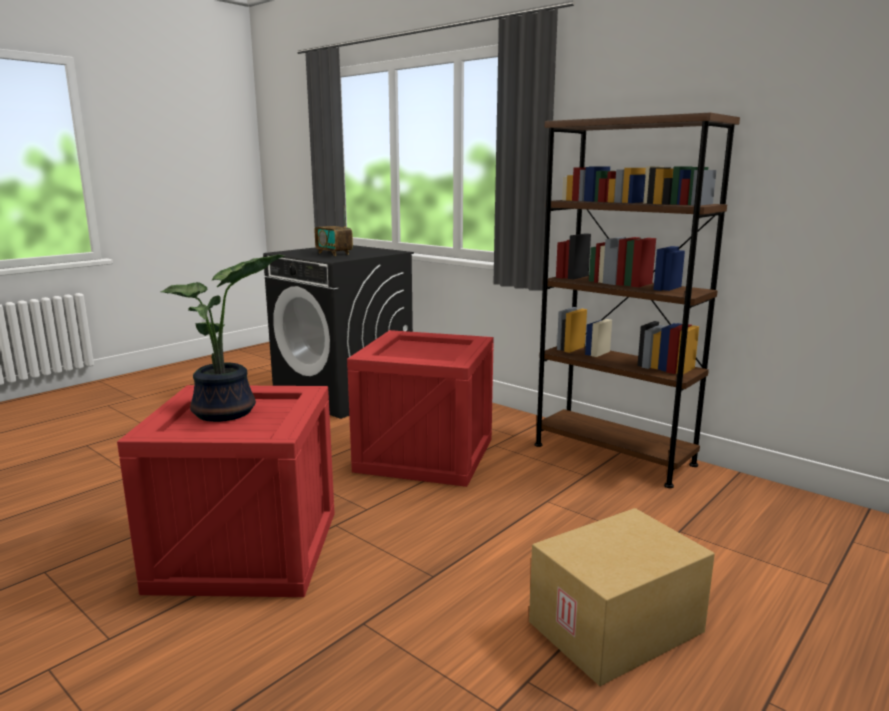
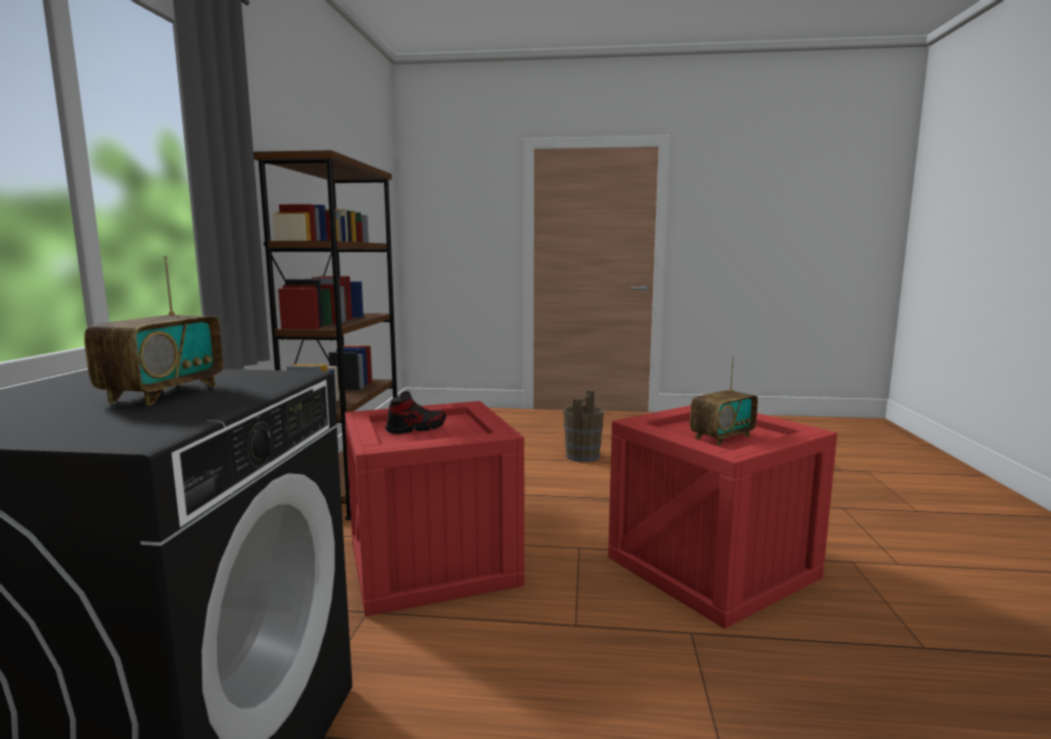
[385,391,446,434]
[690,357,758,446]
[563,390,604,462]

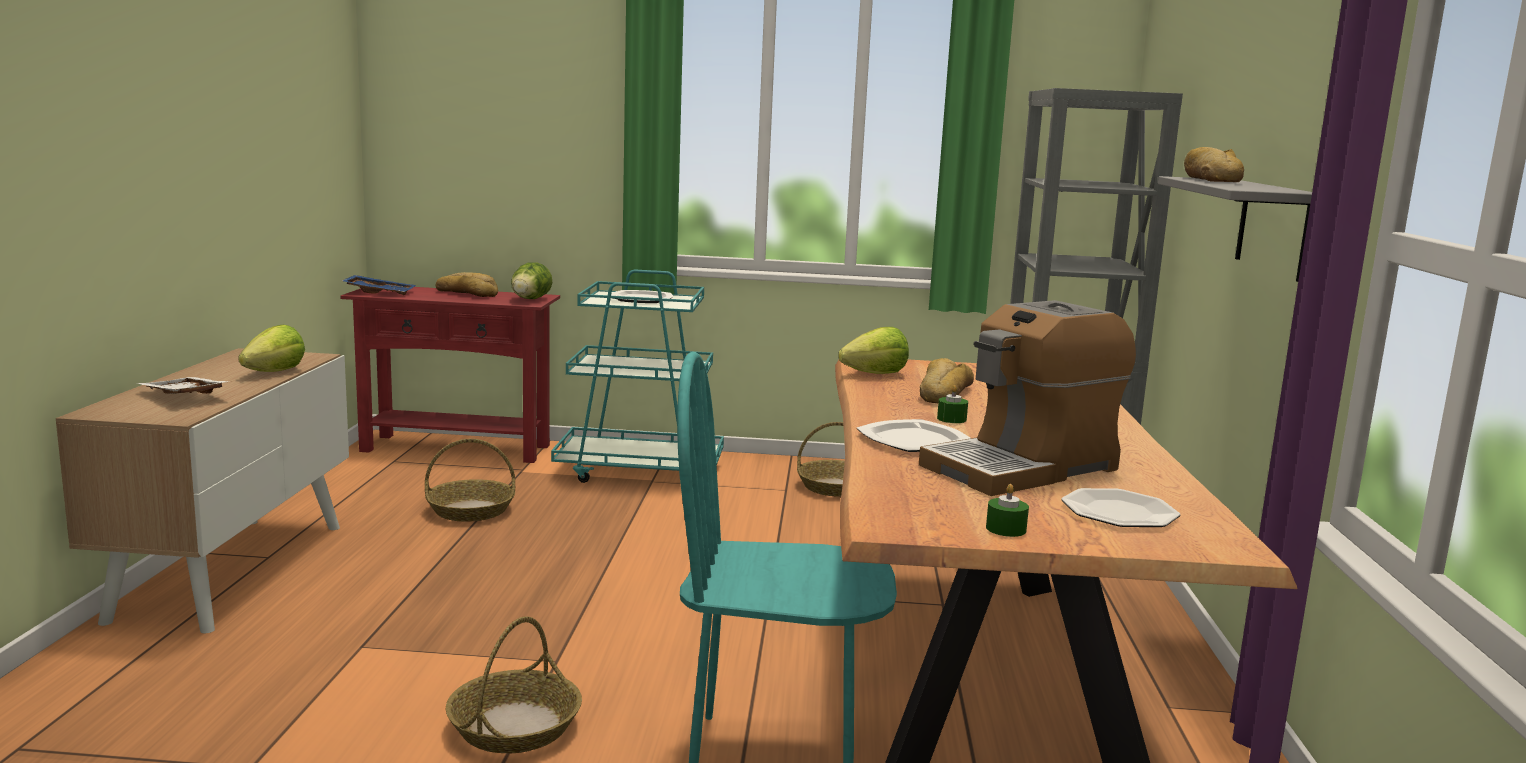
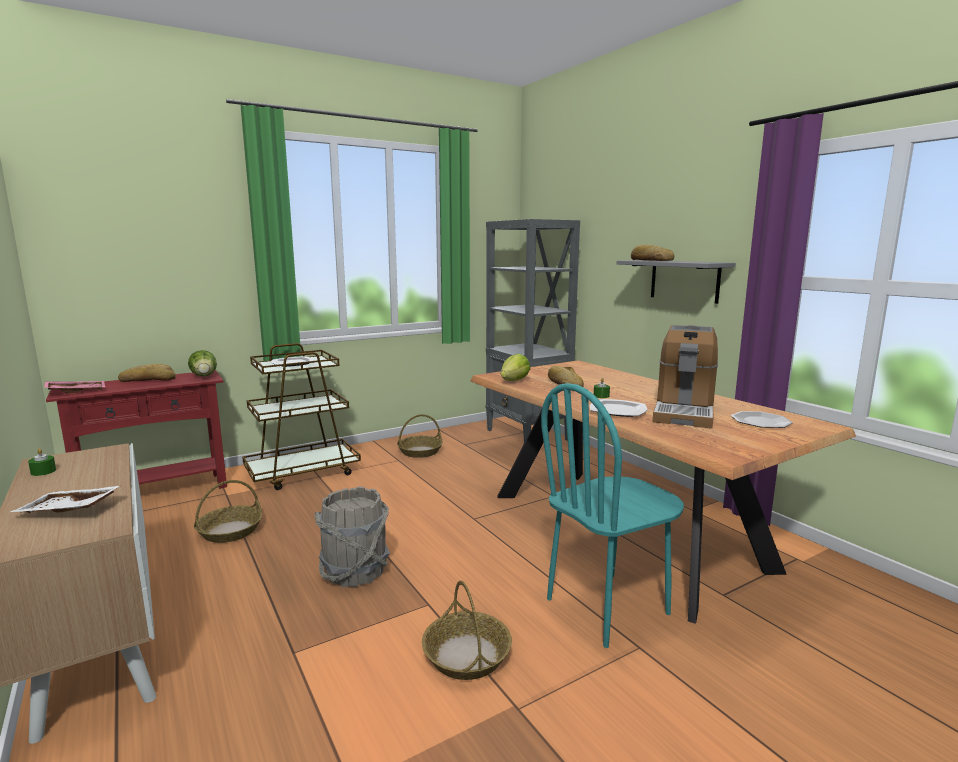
[238,325,305,372] (first image)
[314,486,390,587]
[28,448,56,476]
[44,381,105,393]
[242,343,361,490]

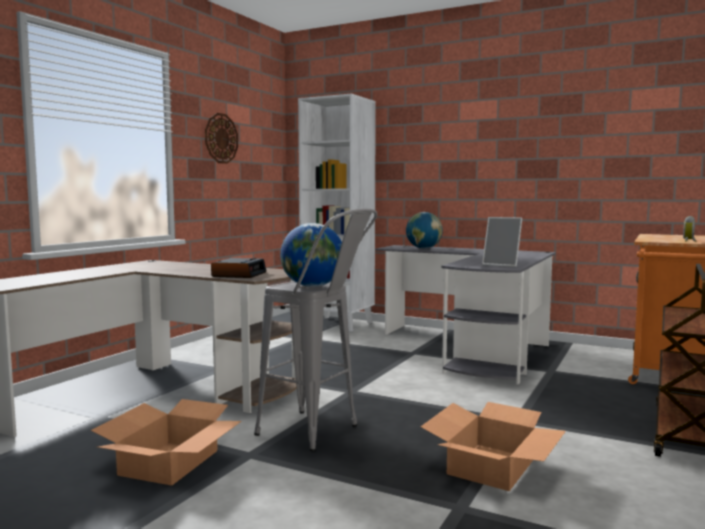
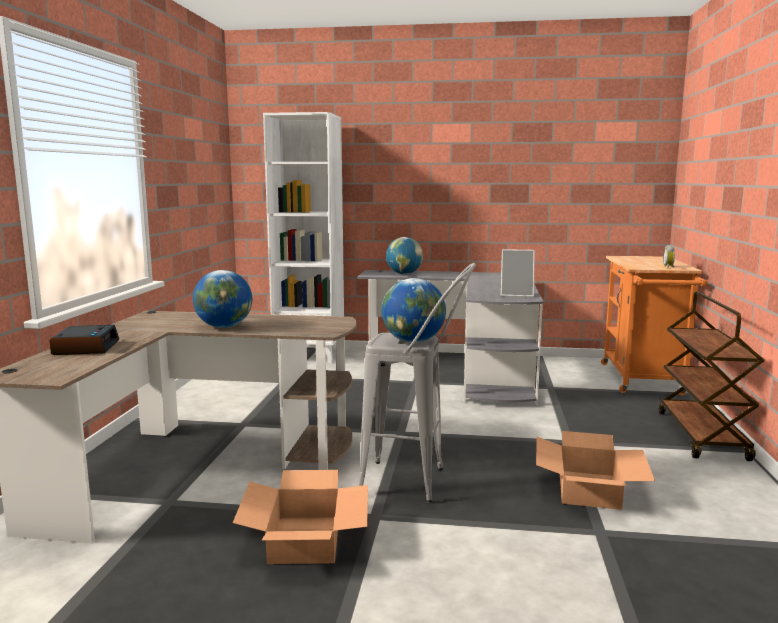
[205,113,238,164] (first image)
[193,270,252,328]
[49,325,119,355]

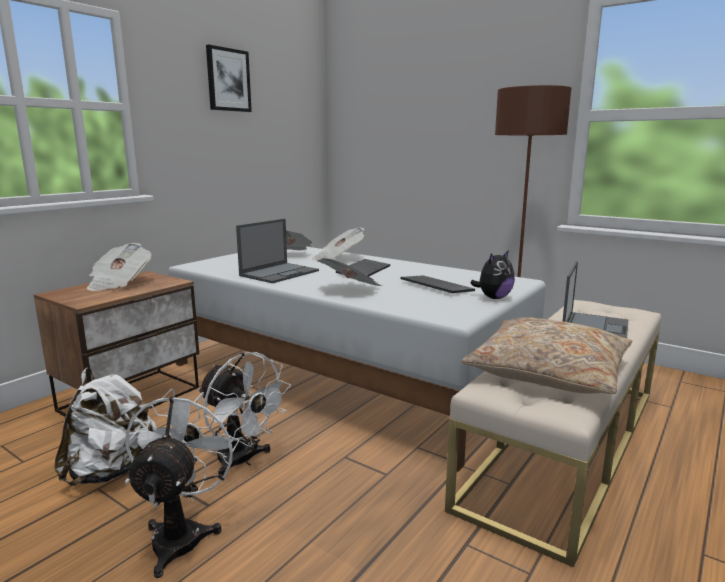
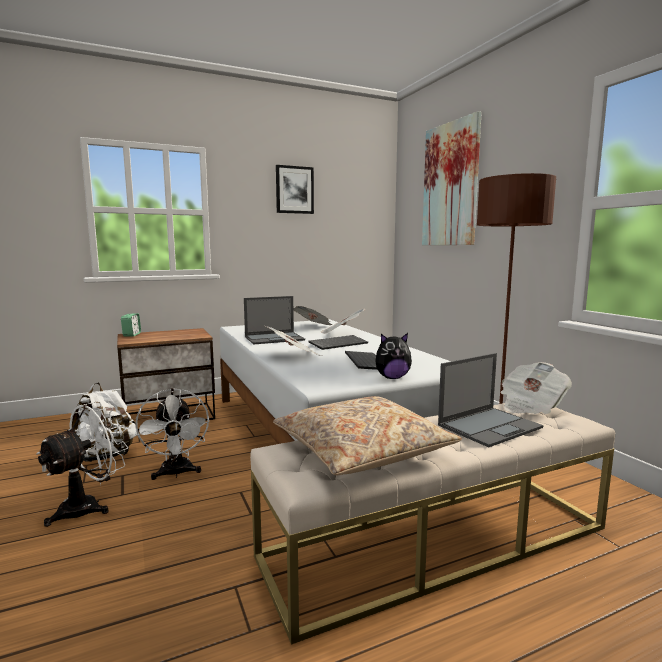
[121,313,141,337]
[422,111,482,245]
[500,362,572,414]

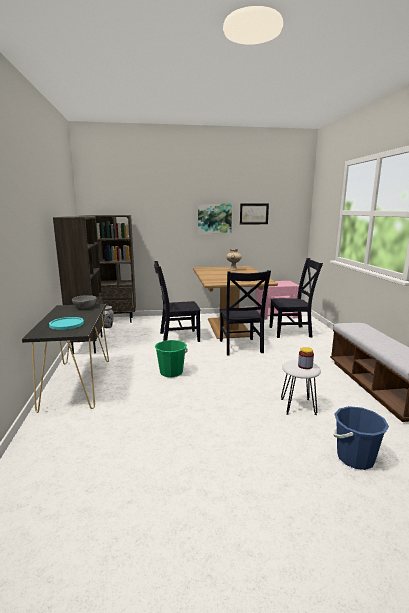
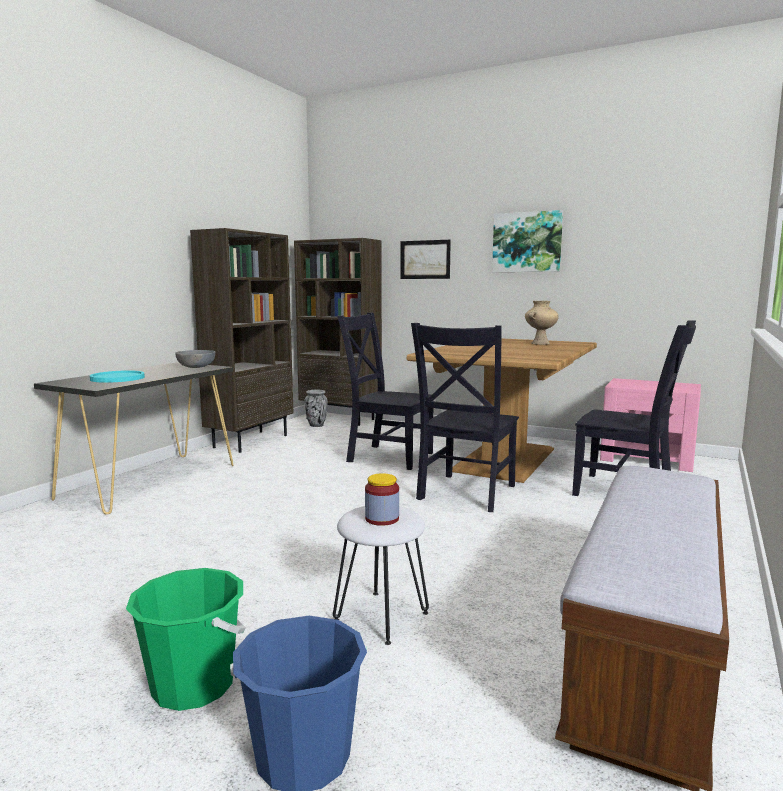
[126,568,246,711]
[400,240,451,279]

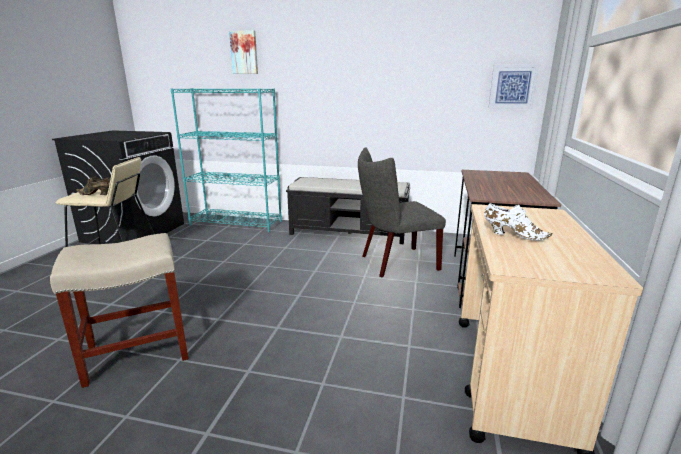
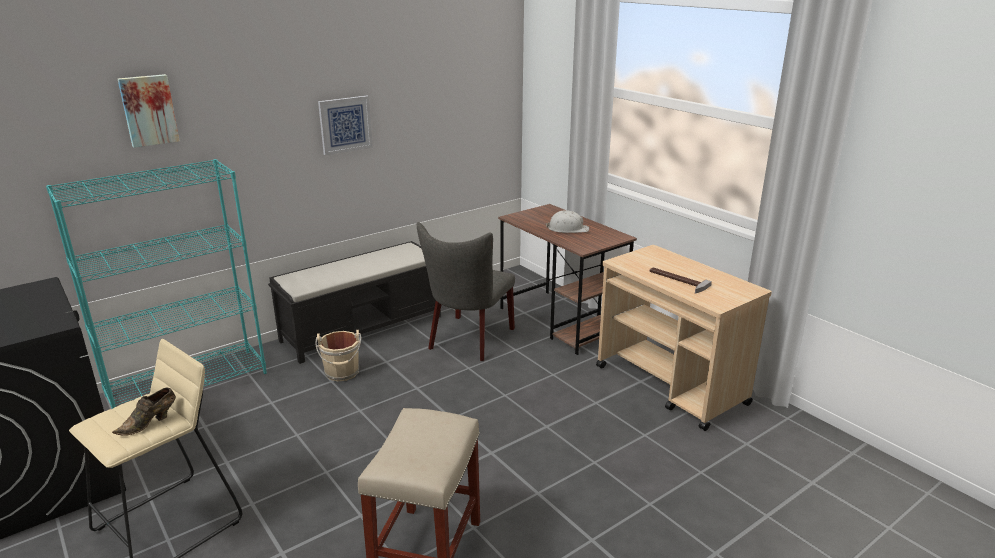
[315,330,361,381]
[546,210,589,233]
[318,96,373,155]
[650,267,712,294]

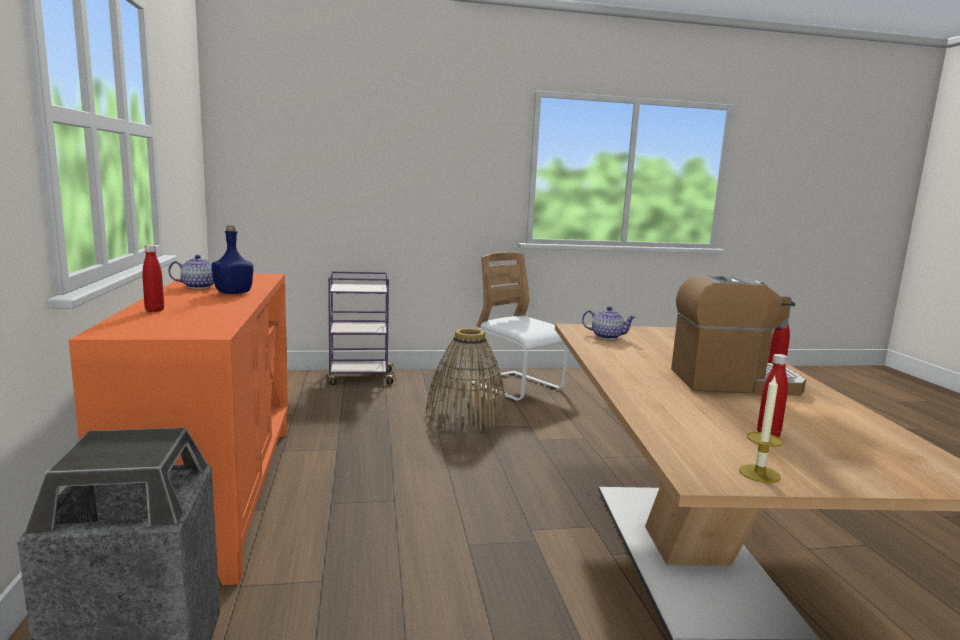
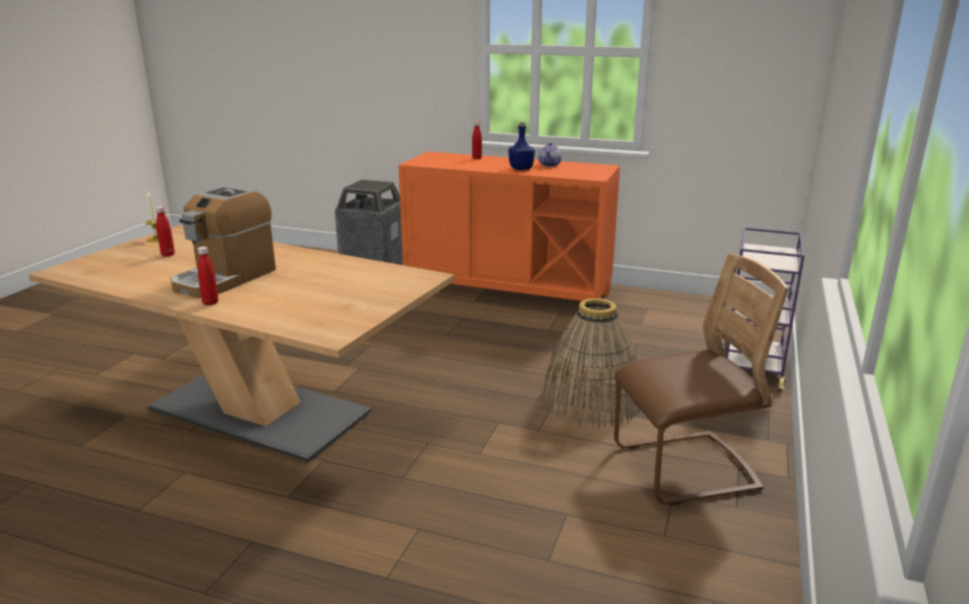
[582,306,636,340] (first image)
[614,254,789,505]

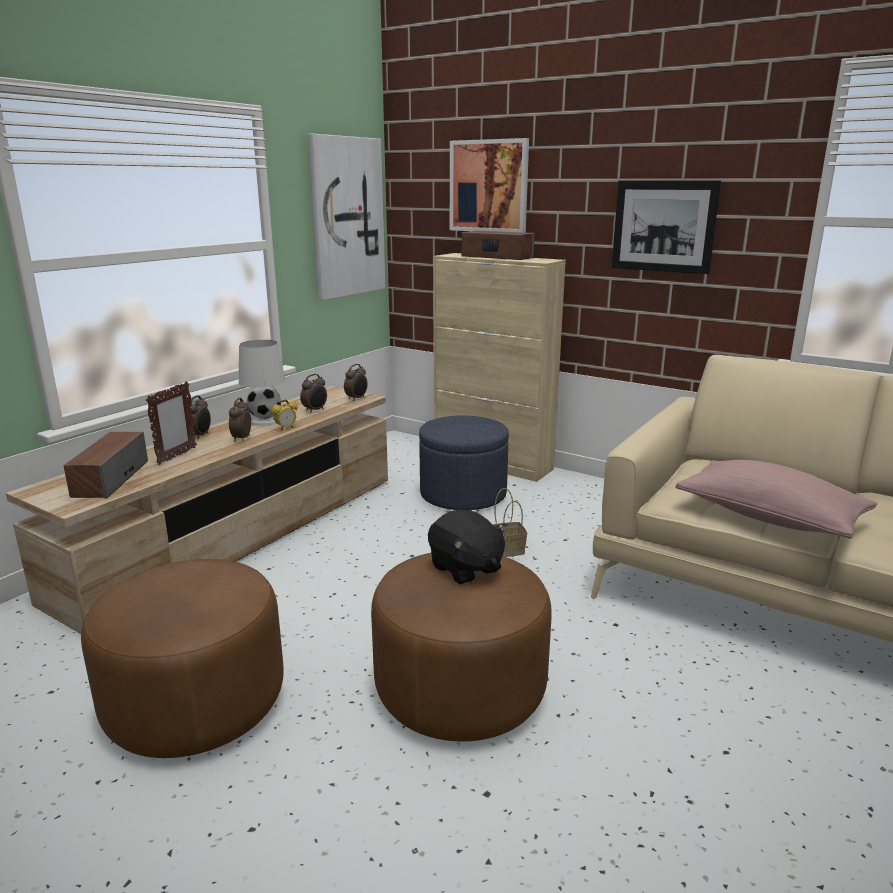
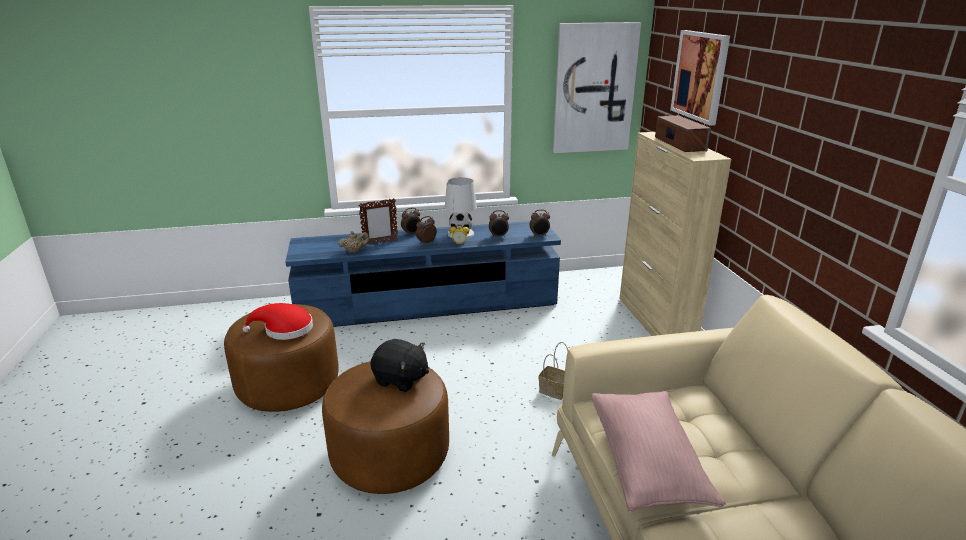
[63,432,148,499] (first image)
[419,415,509,510] (first image)
[612,181,721,274] (first image)
[243,303,313,340]
[338,231,370,253]
[285,221,561,327]
[370,339,429,392]

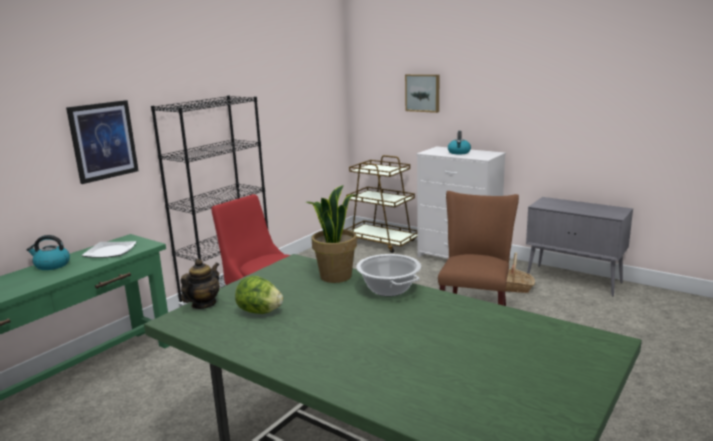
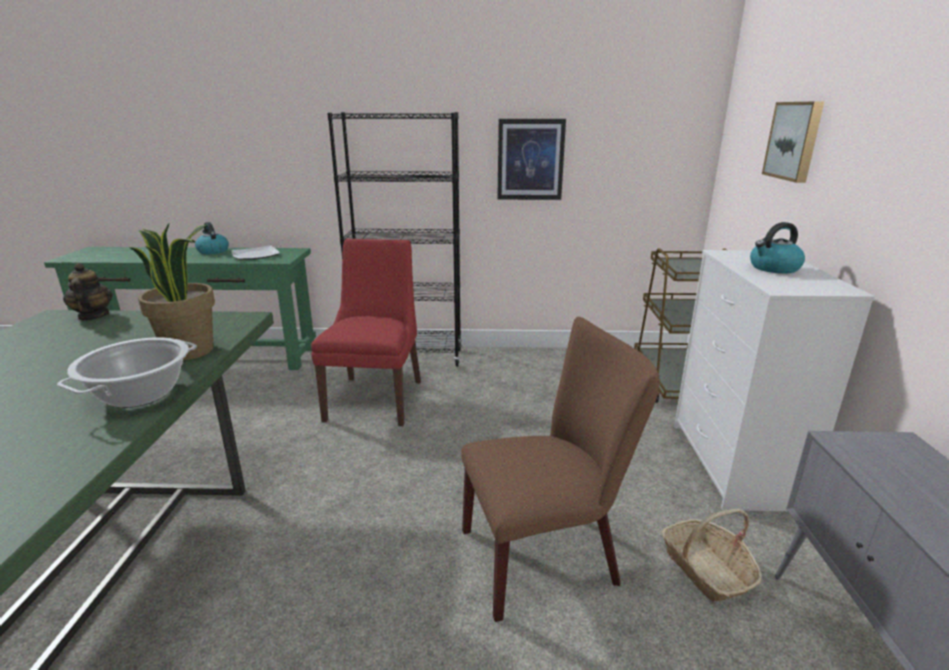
[235,276,283,314] (first image)
[497,119,566,200]
[63,263,113,321]

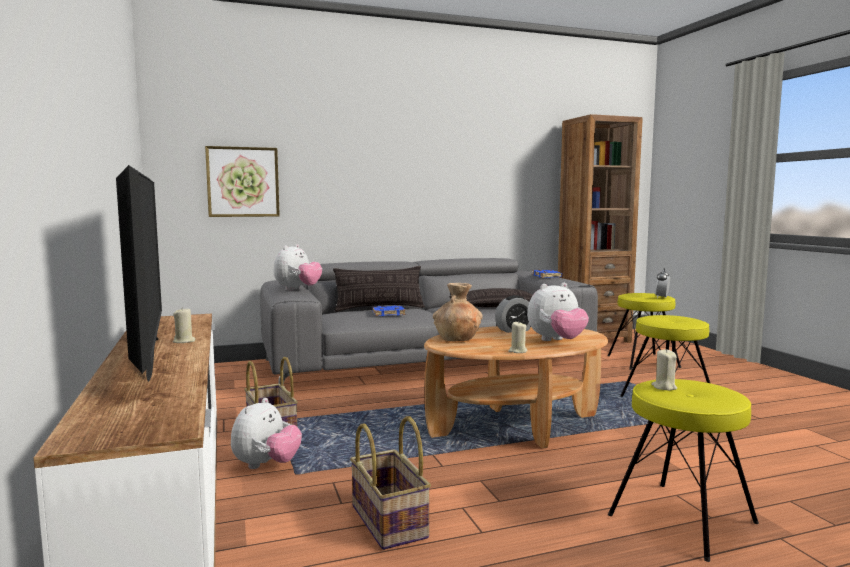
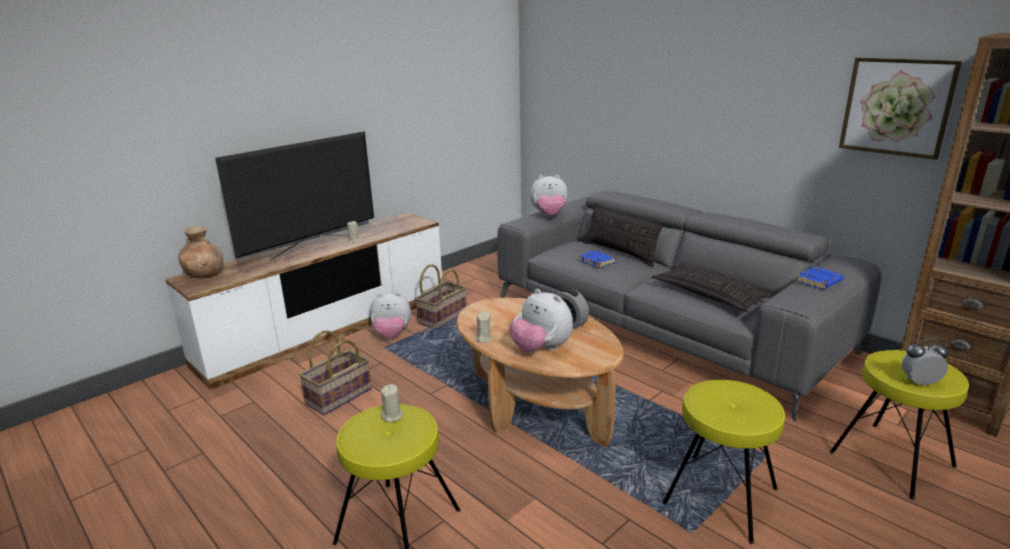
[839,58,962,160]
[178,226,223,278]

